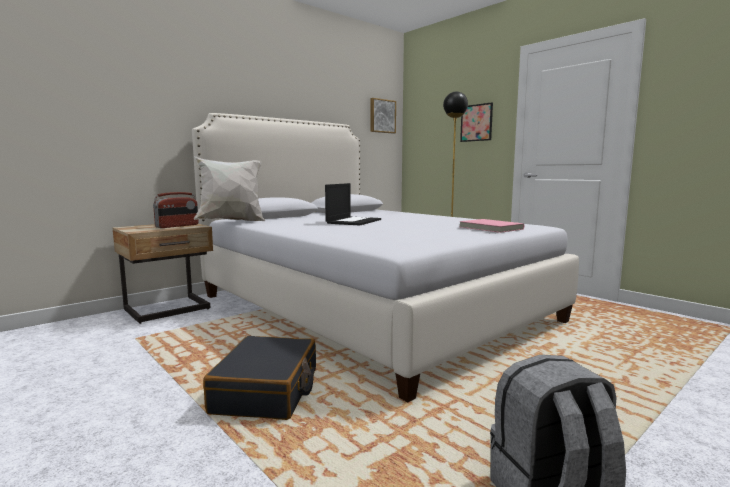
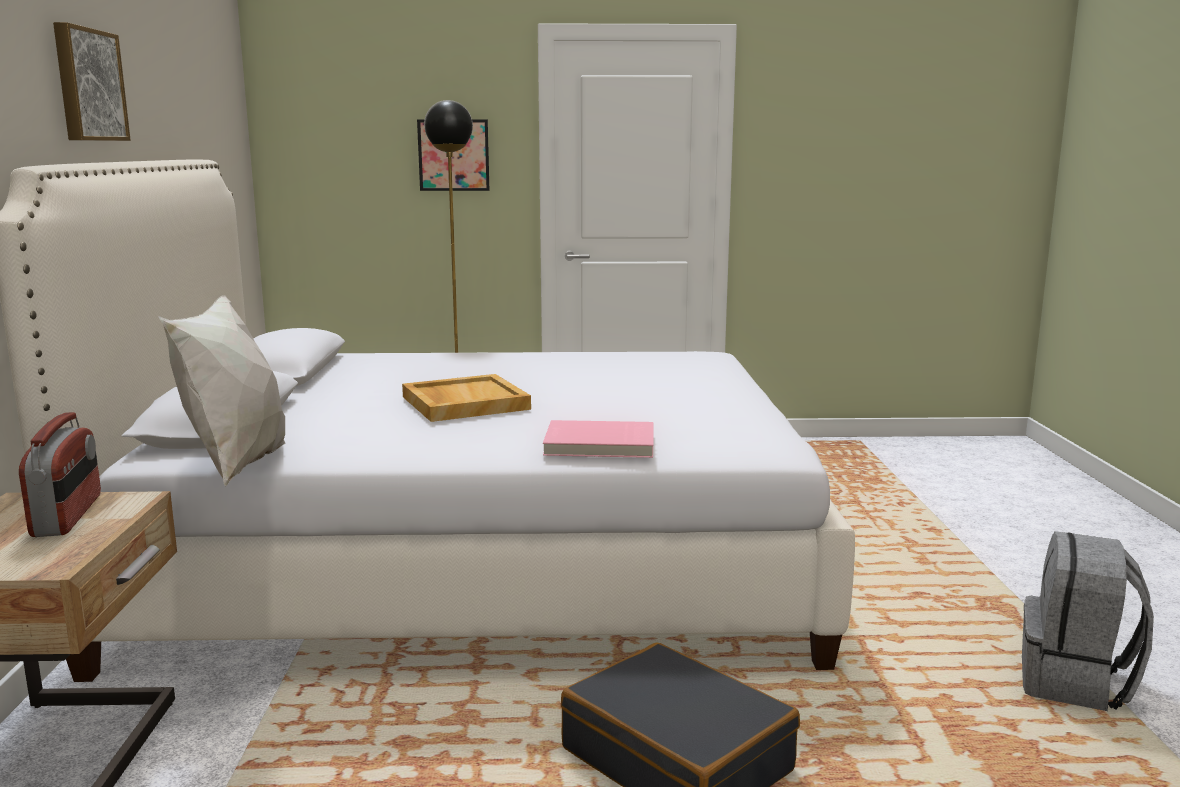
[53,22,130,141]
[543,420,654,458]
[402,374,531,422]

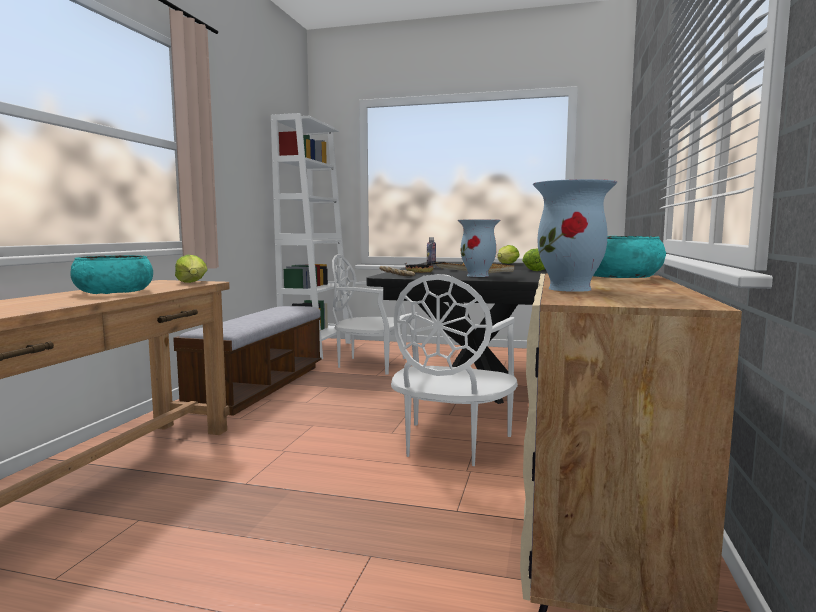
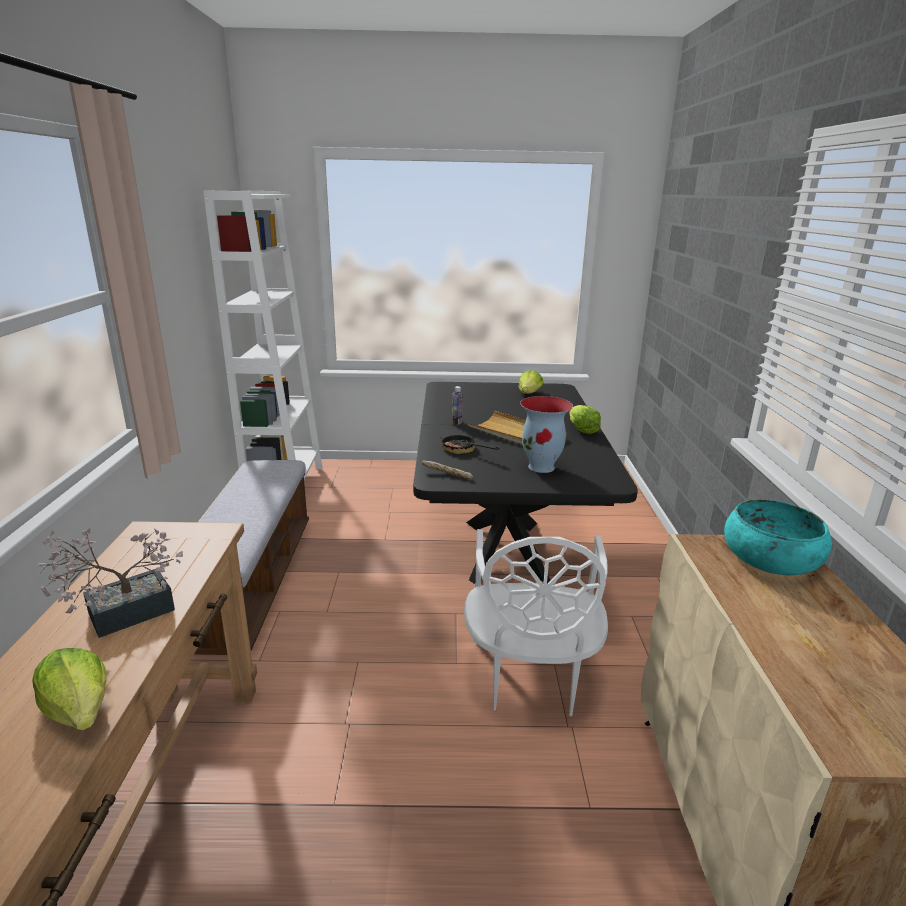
[332,254,407,375] (first image)
[533,179,617,292] (first image)
[32,648,107,730]
[37,529,183,638]

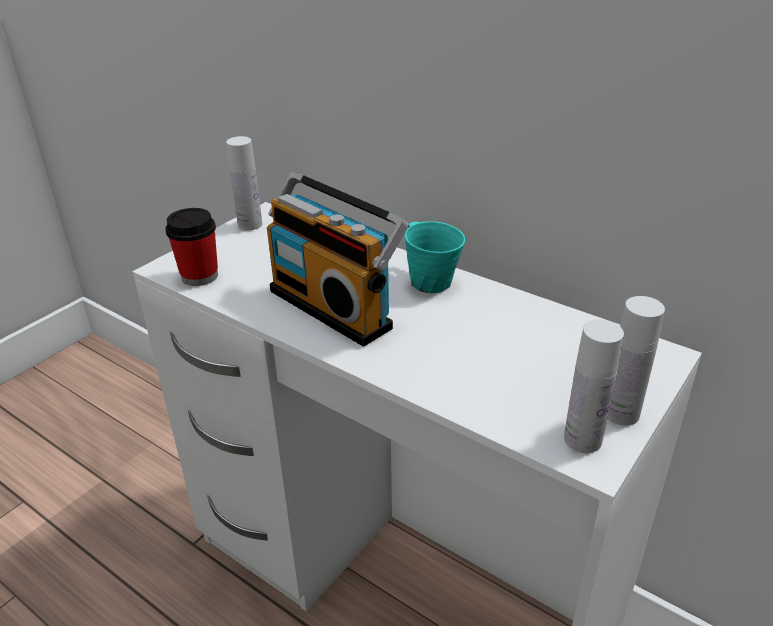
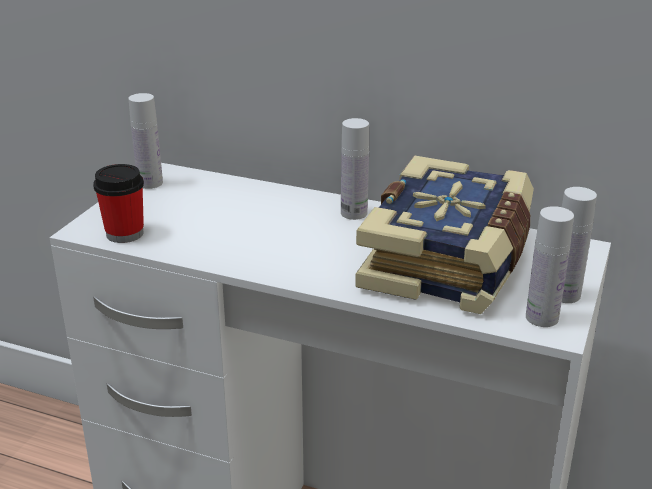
[267,172,408,347] (first image)
[355,156,534,314]
[341,118,369,220]

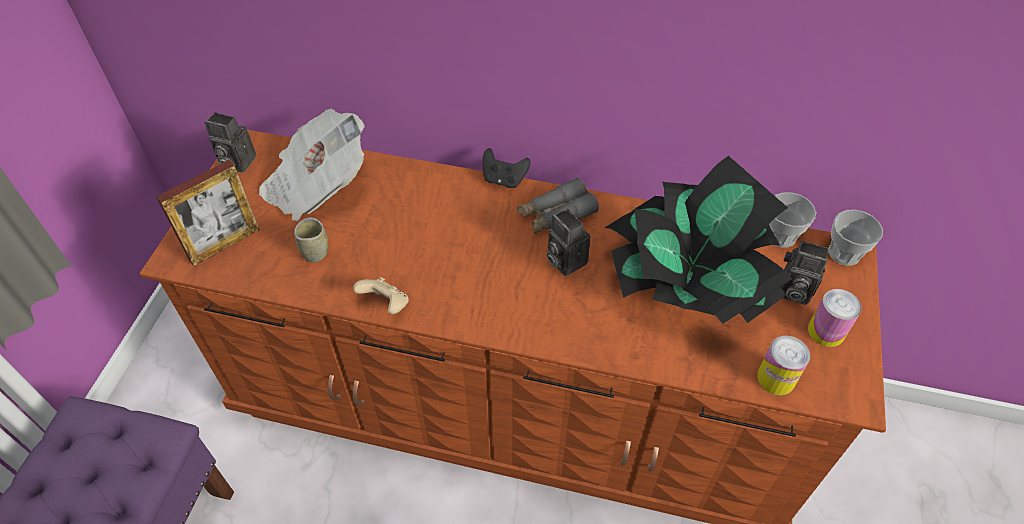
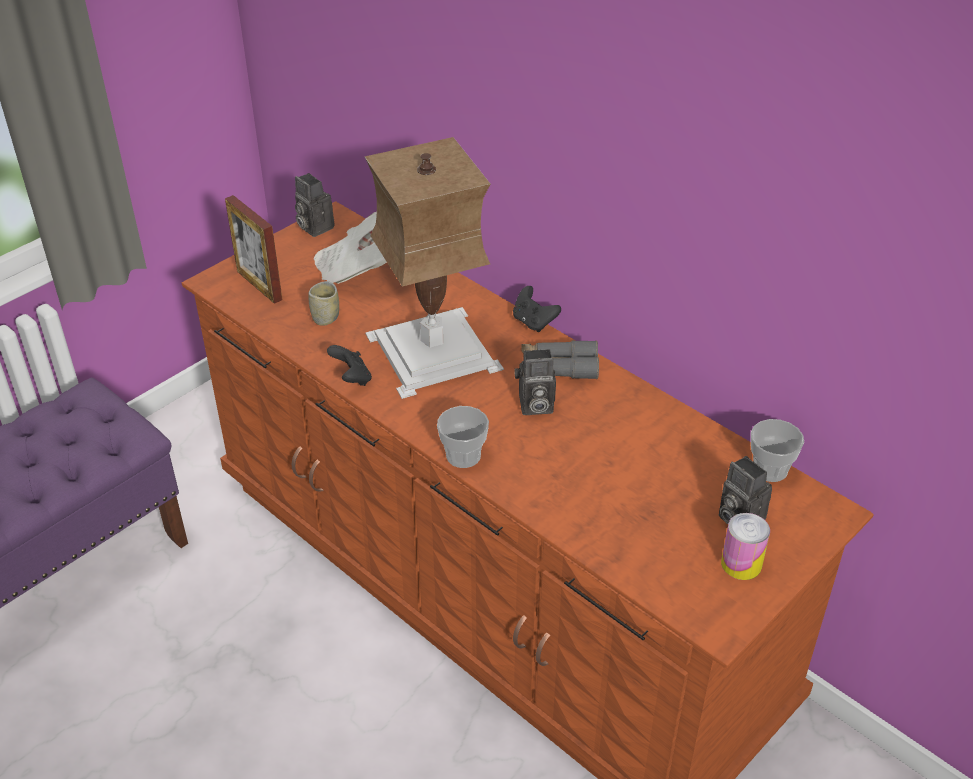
[605,156,792,324] (first image)
[757,336,810,395] (first image)
[365,137,504,399]
[437,406,489,468]
[327,345,372,386]
[225,195,283,304]
[514,349,556,415]

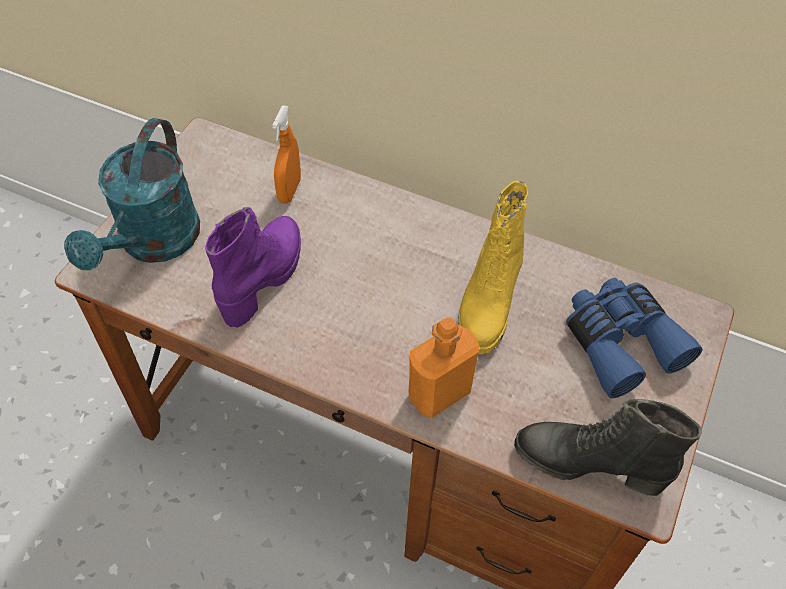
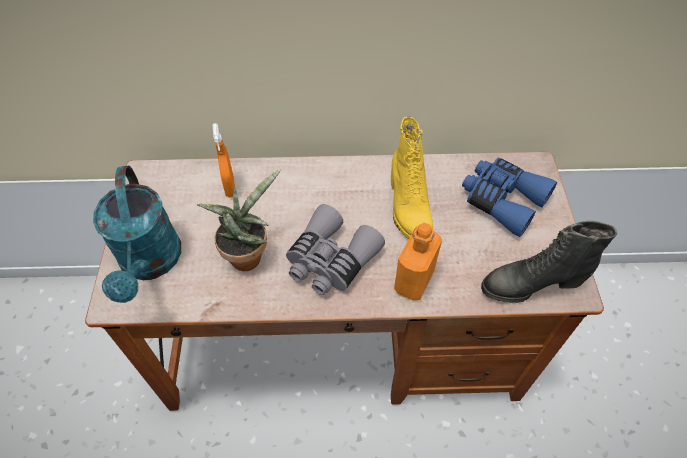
[286,204,385,295]
[197,169,281,271]

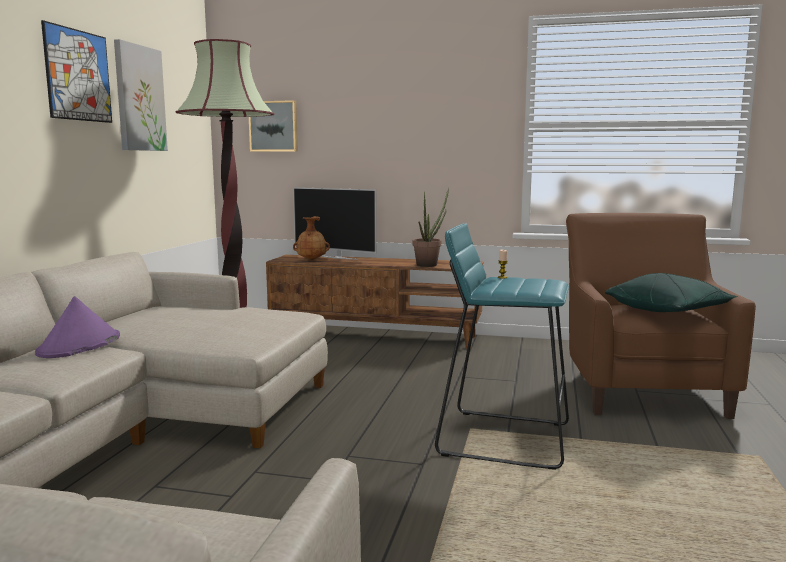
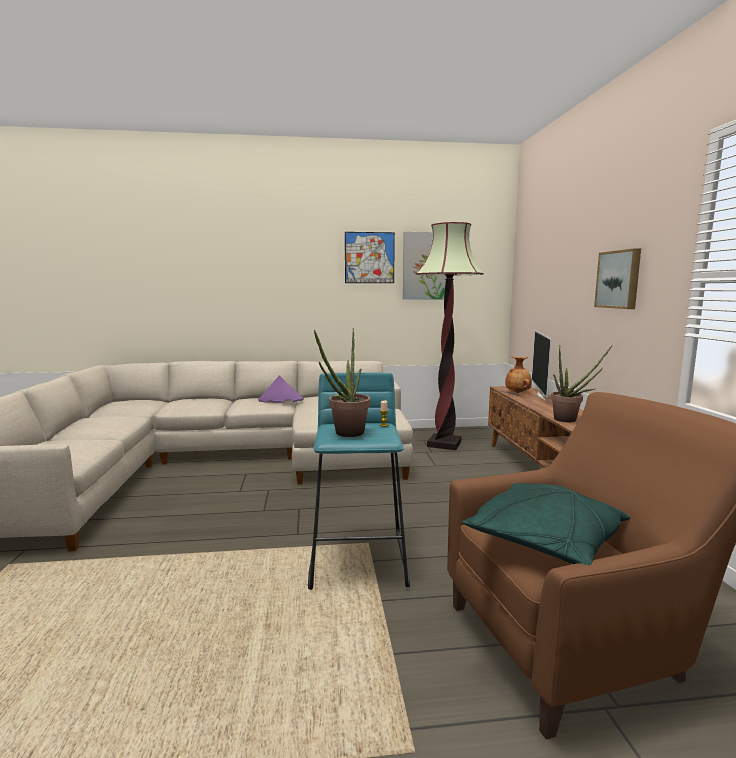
[314,328,370,437]
[594,248,641,309]

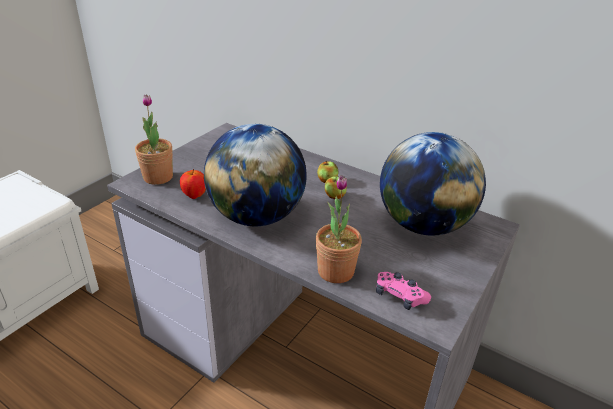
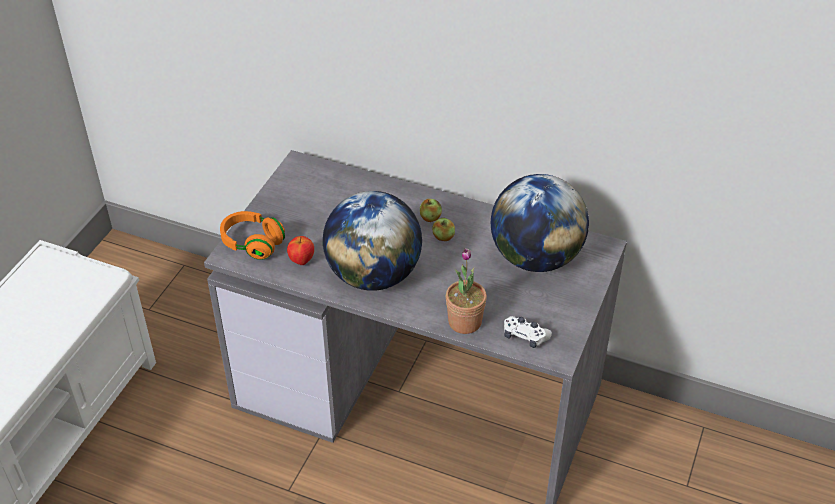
[220,211,285,260]
[504,316,552,348]

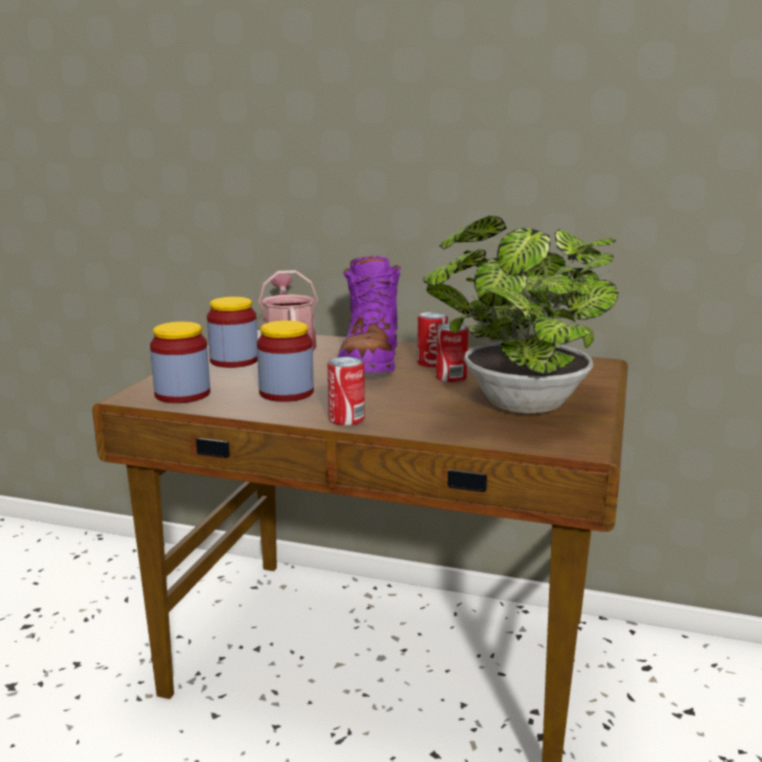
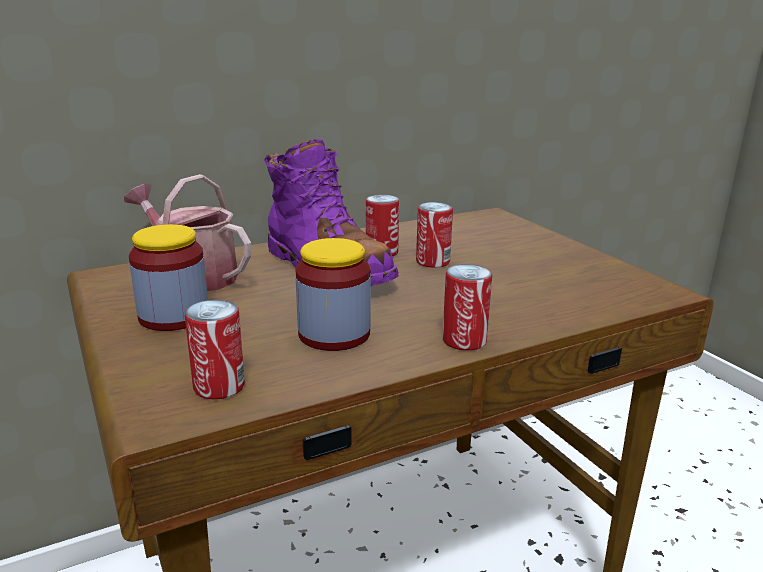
[422,216,618,413] (first image)
[185,300,245,400]

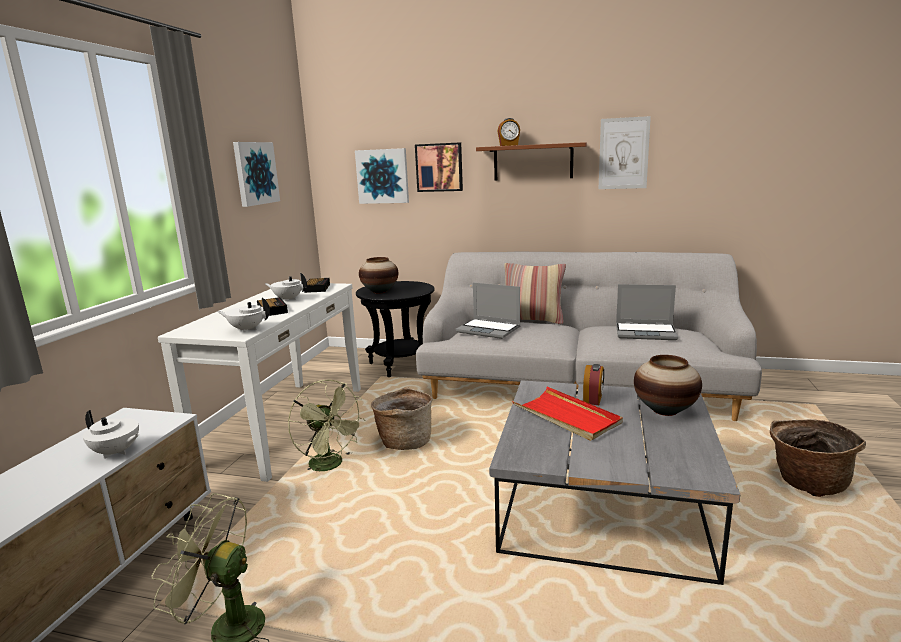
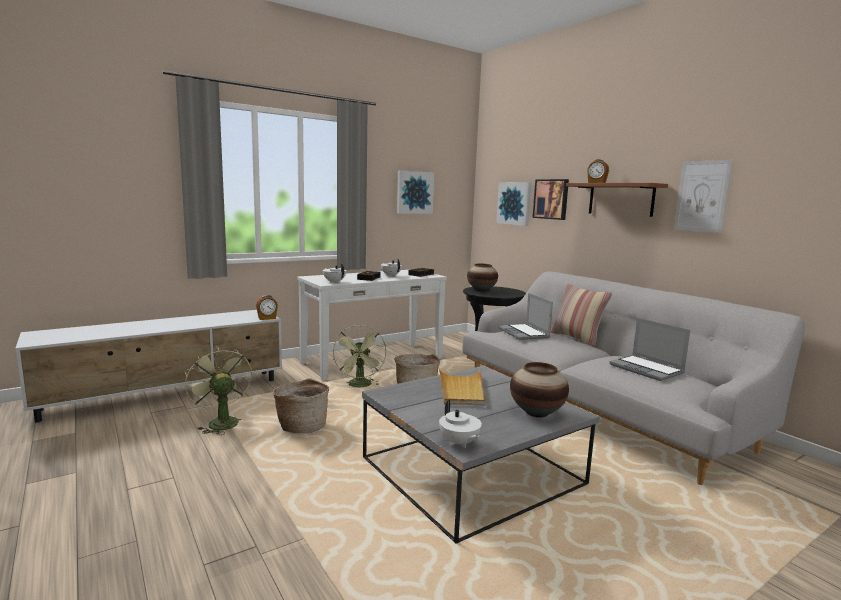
[439,400,482,448]
[256,295,278,320]
[273,378,329,433]
[439,369,486,406]

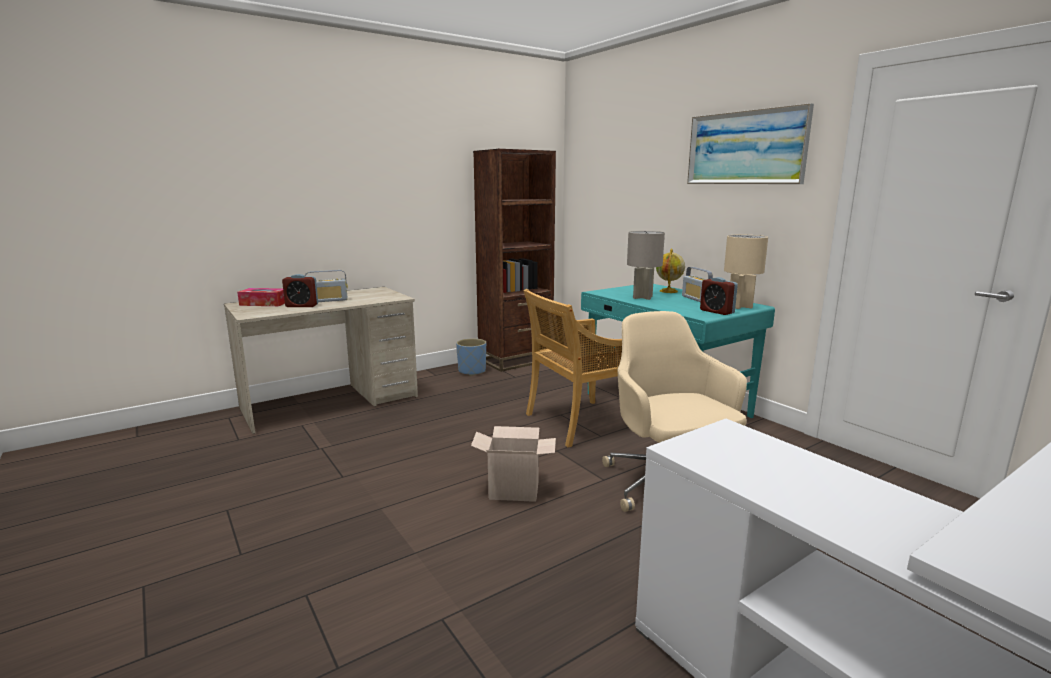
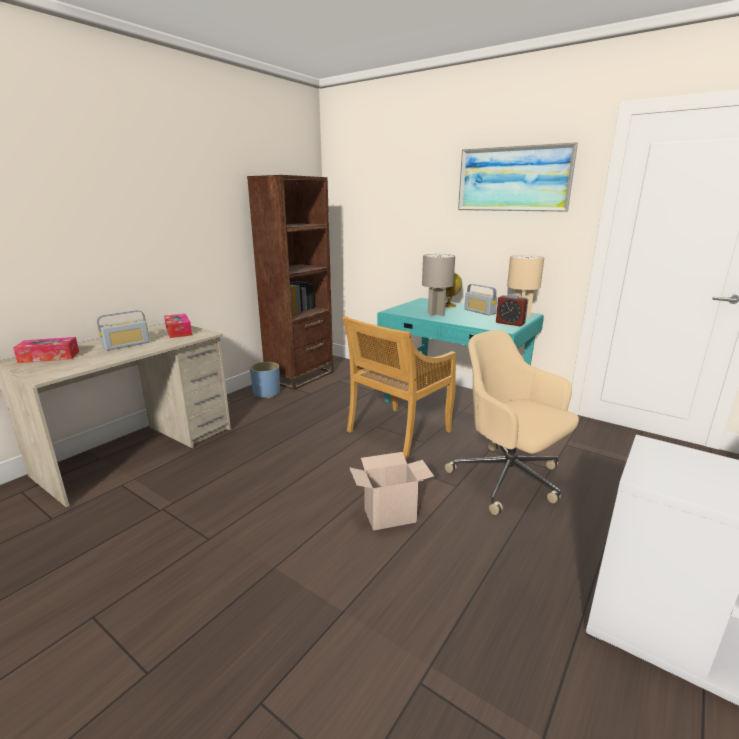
[282,274,318,307] (first image)
[164,314,192,338]

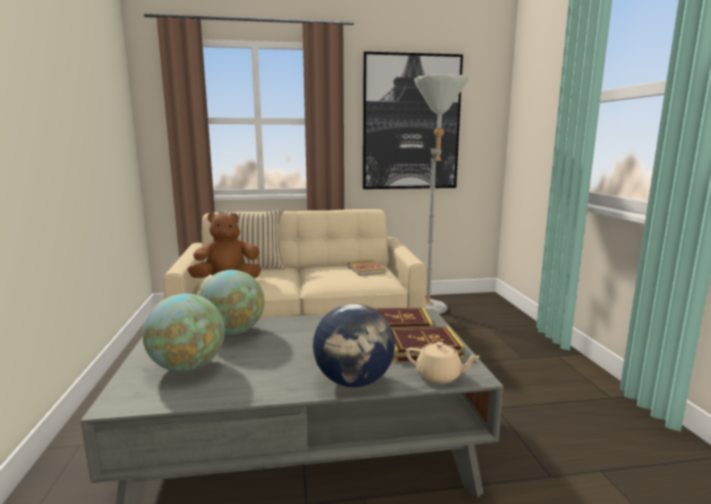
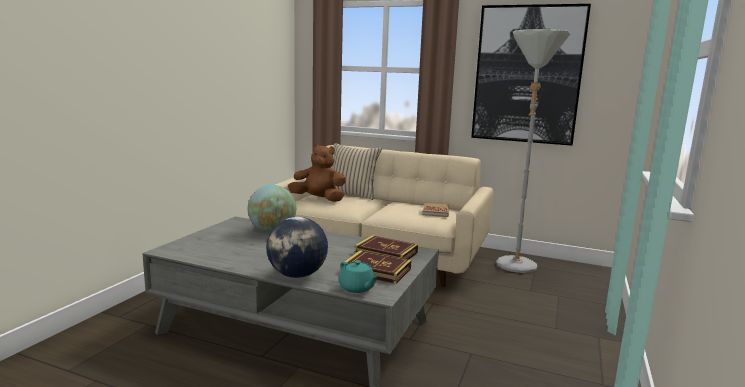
[143,294,225,372] (first image)
[339,260,377,293]

